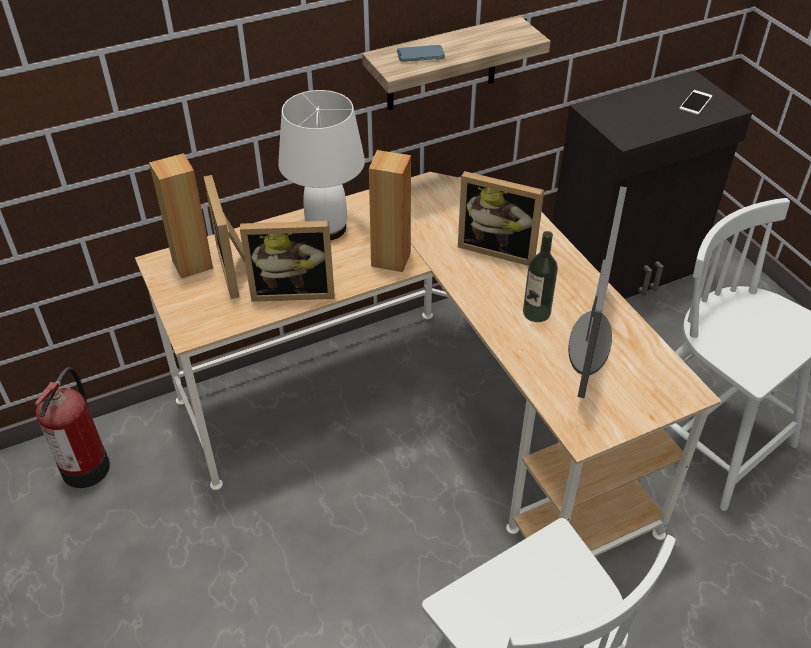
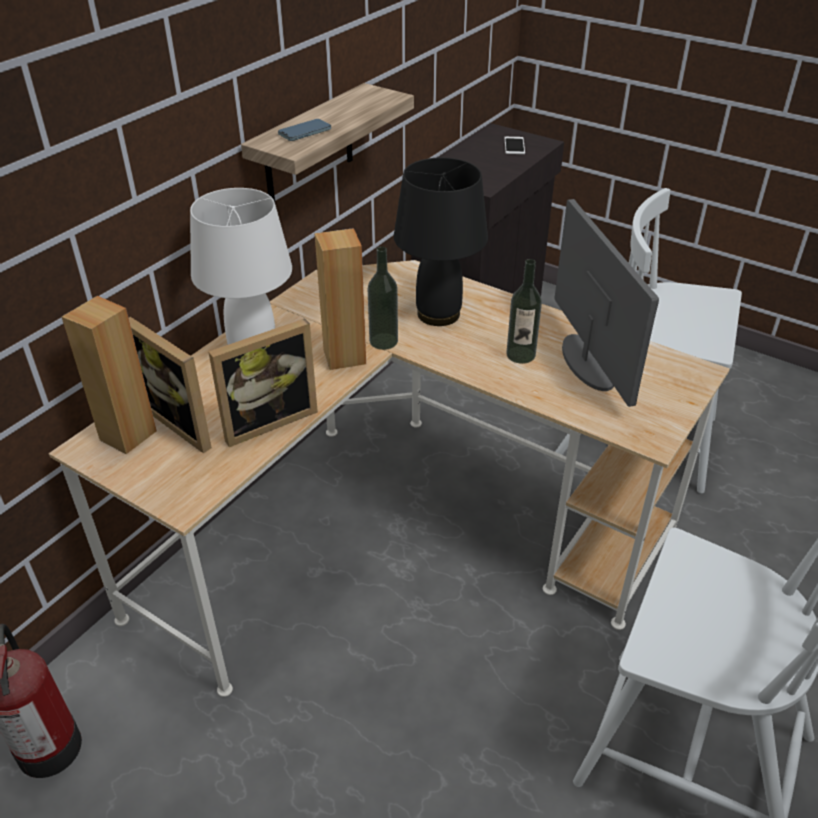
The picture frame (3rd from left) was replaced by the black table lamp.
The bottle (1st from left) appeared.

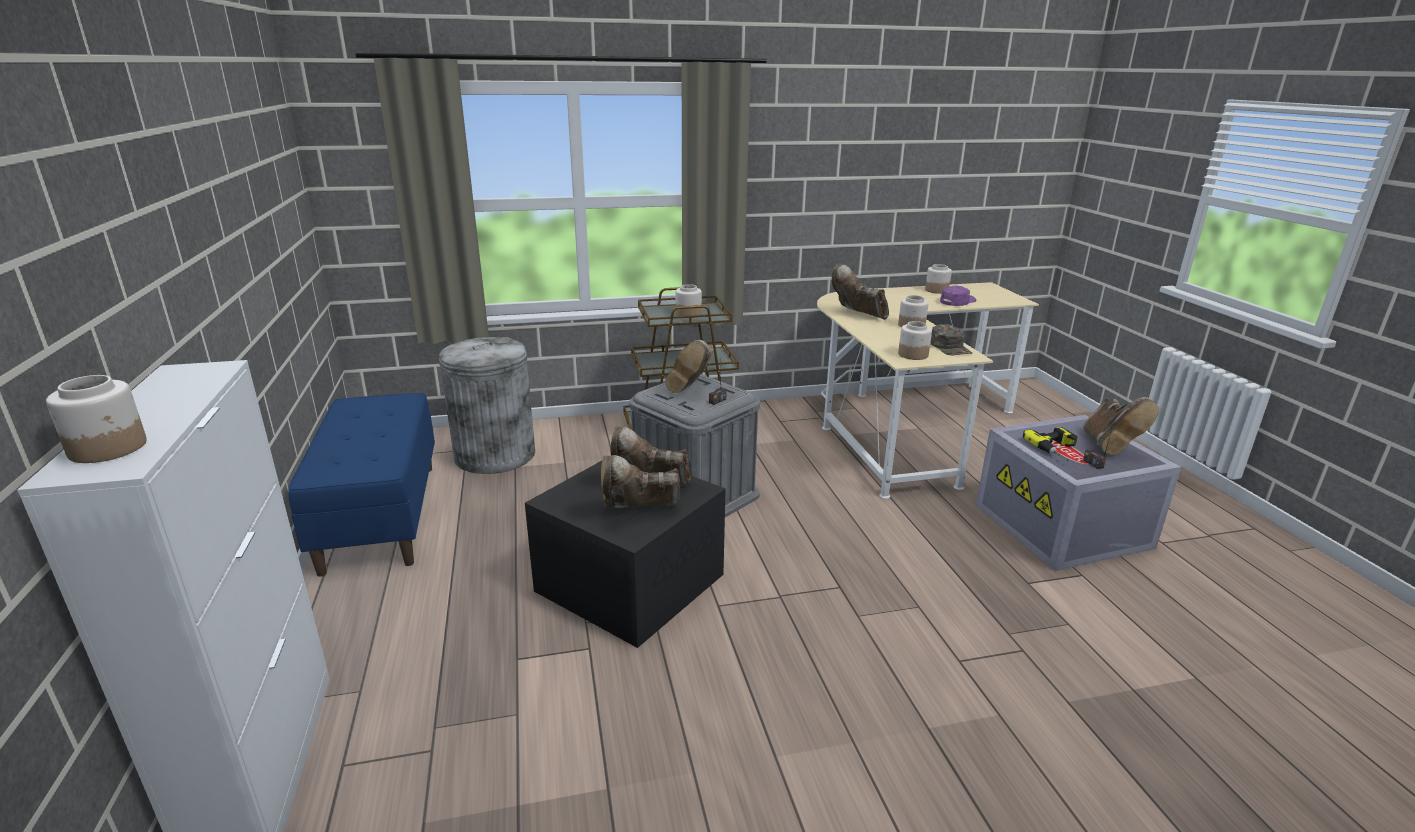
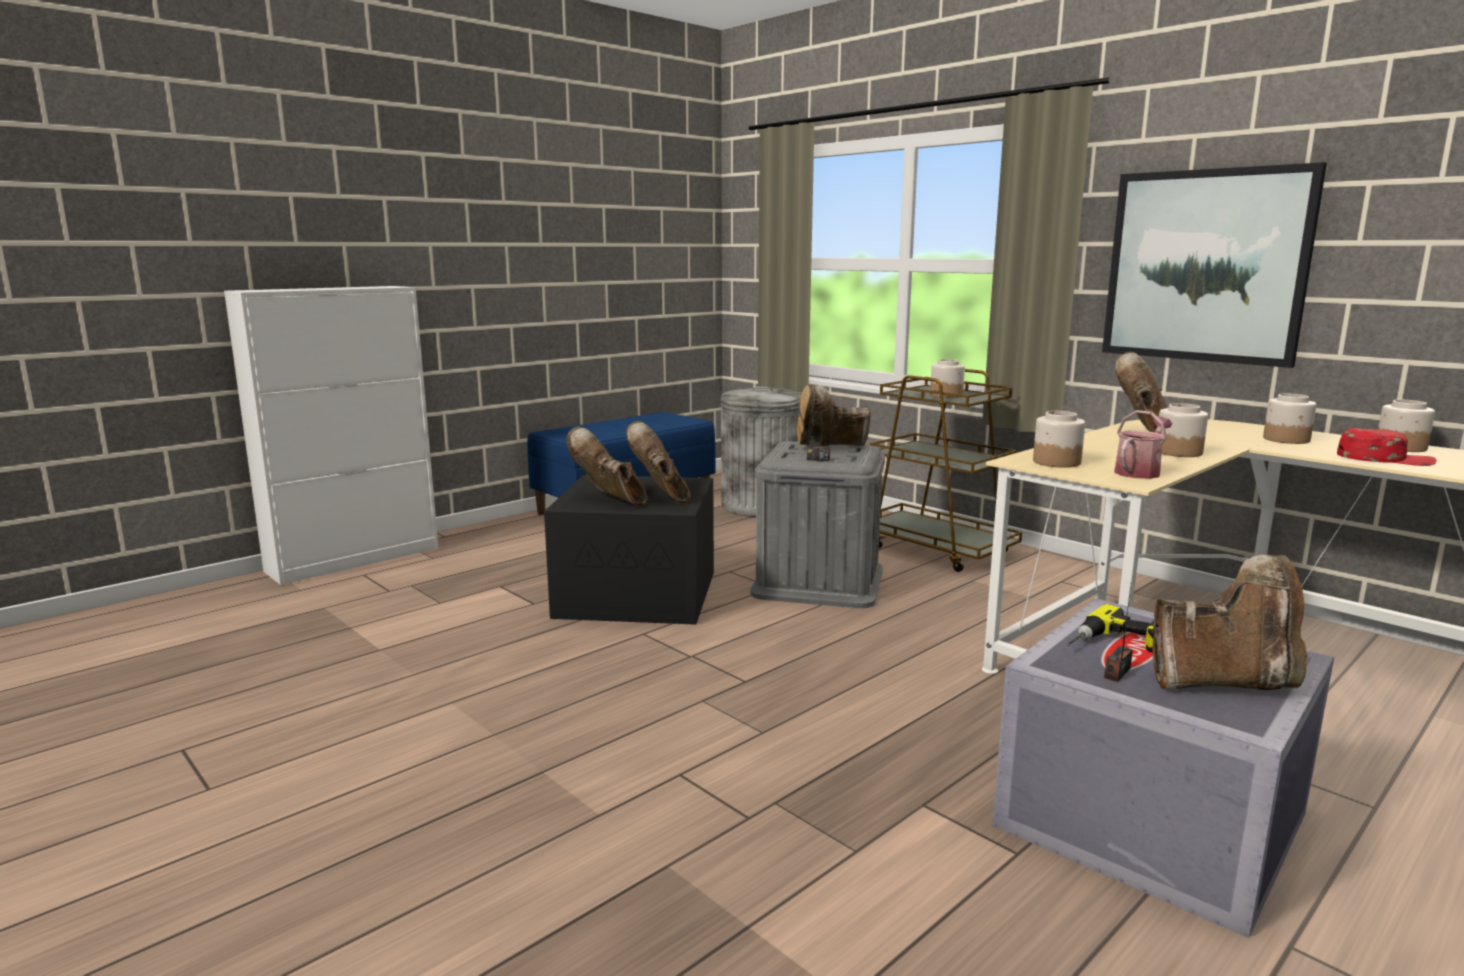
The jar (1st from left in the first image) moved.
The green cap was replaced by the watering can.
The purple cap became the red cap.
The brown boot (5th from left) turned 150 degrees counterclockwise.
The picture appeared.

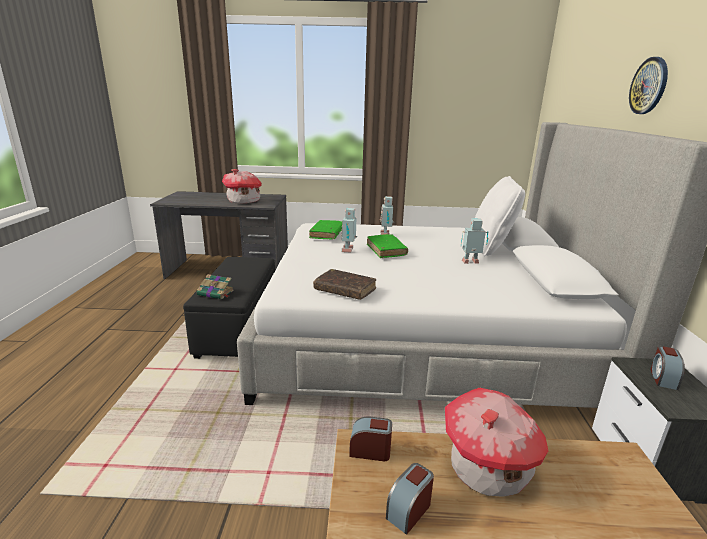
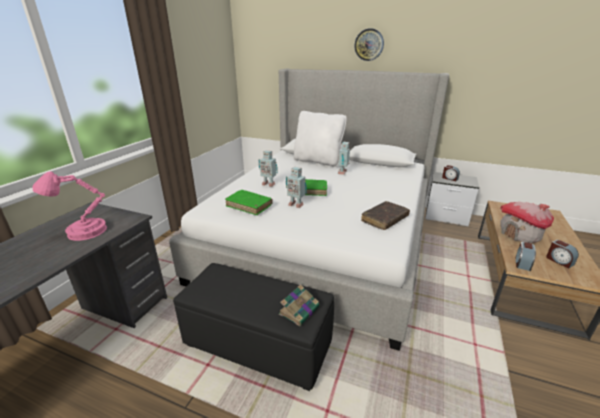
The toy house (1st from left) was replaced by the pink table lamp.

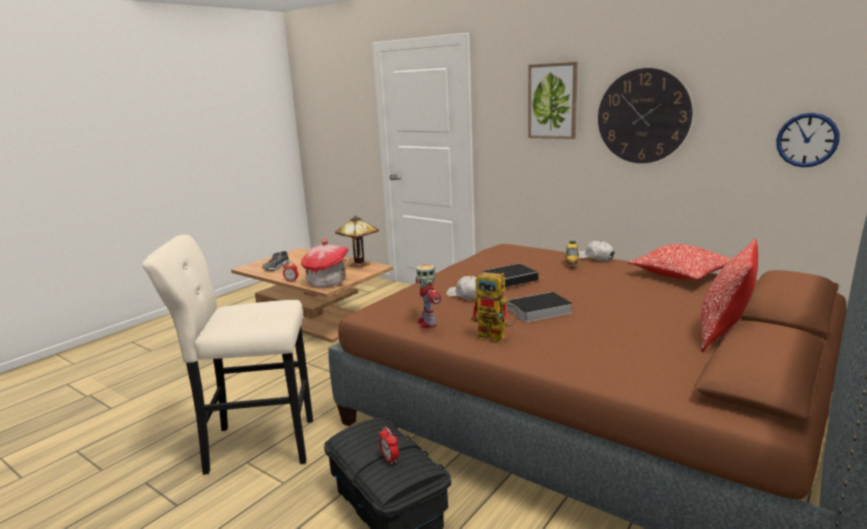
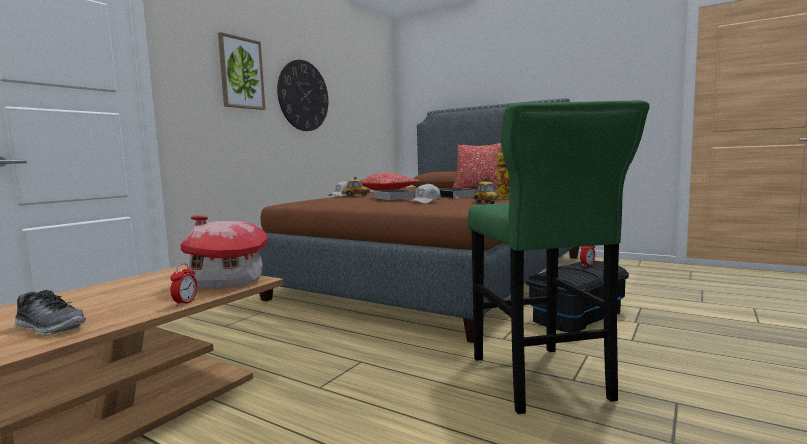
The beige stool became the green stool.
The table lamp disappeared.
The toy robot (1st from left) was replaced by the toy car (2nd from left).
The wall clock (2nd from left) disappeared.

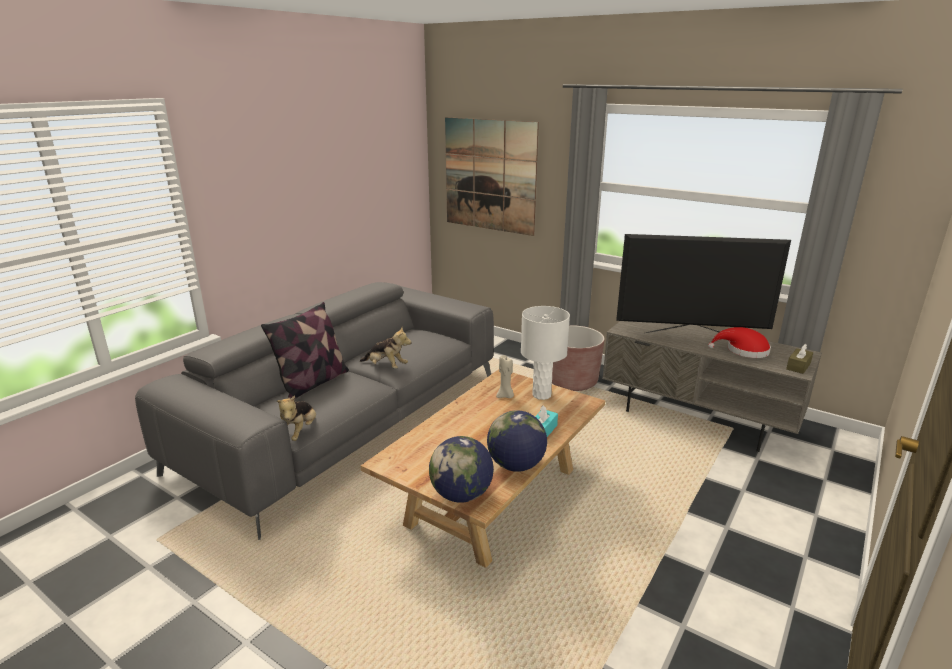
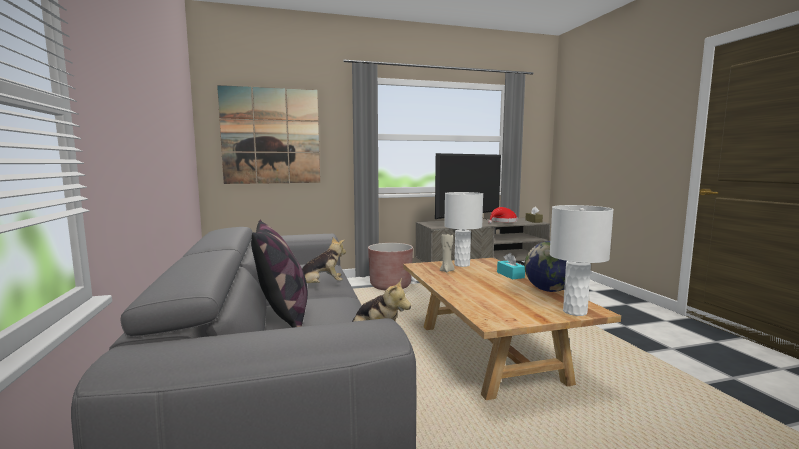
The globe (1st from left) was replaced by the white table lamp (2nd from left).

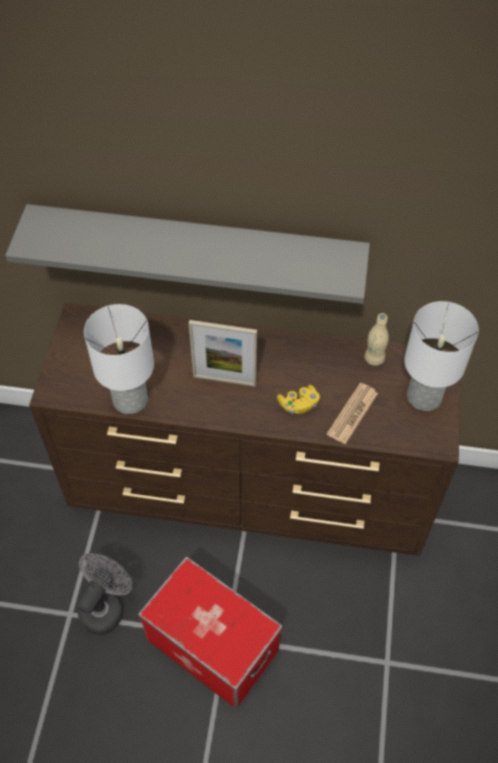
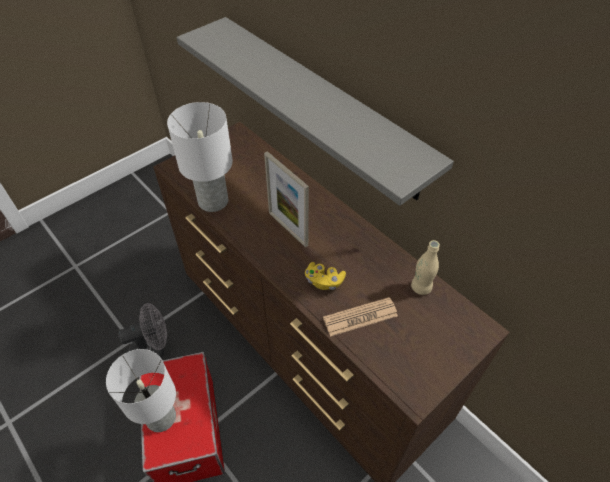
The white table lamp (2nd from left in the first image) moved.

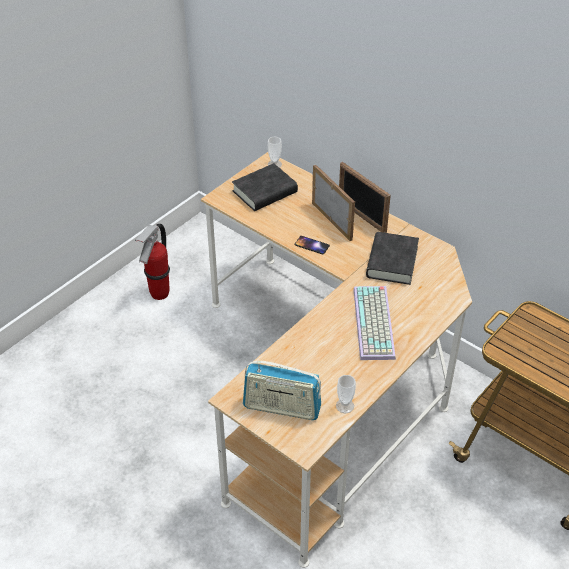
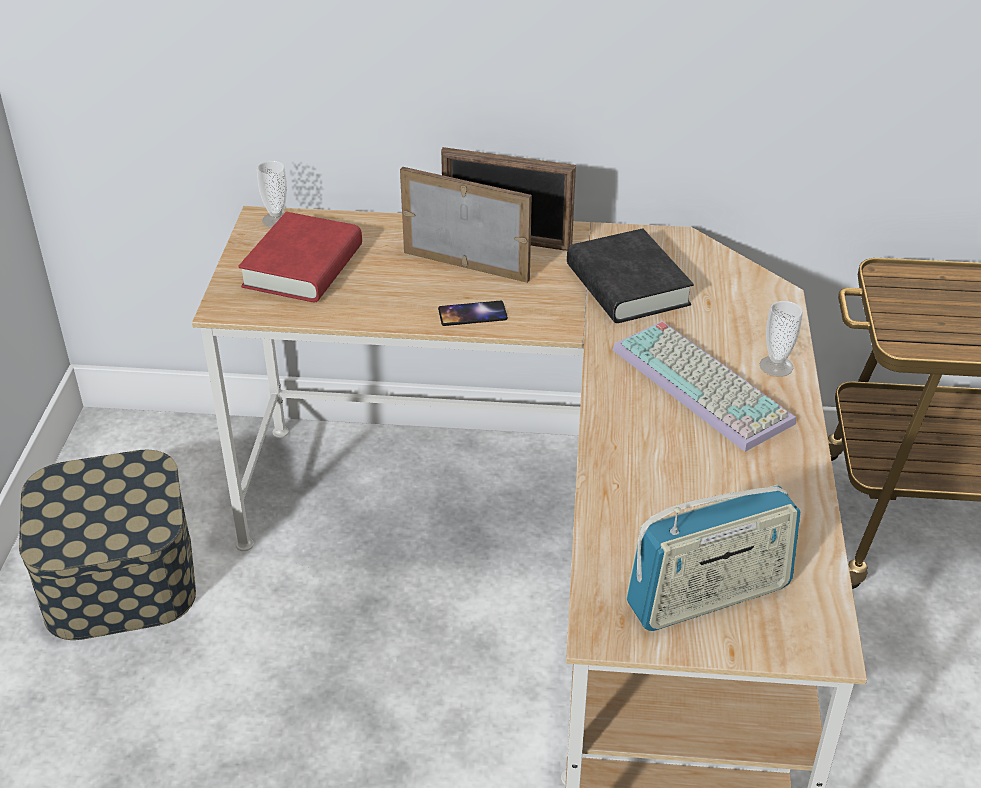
The fire extinguisher was replaced by the storage box.
The black book (1st from left) became the red book.
The cup (2nd from left) moved.

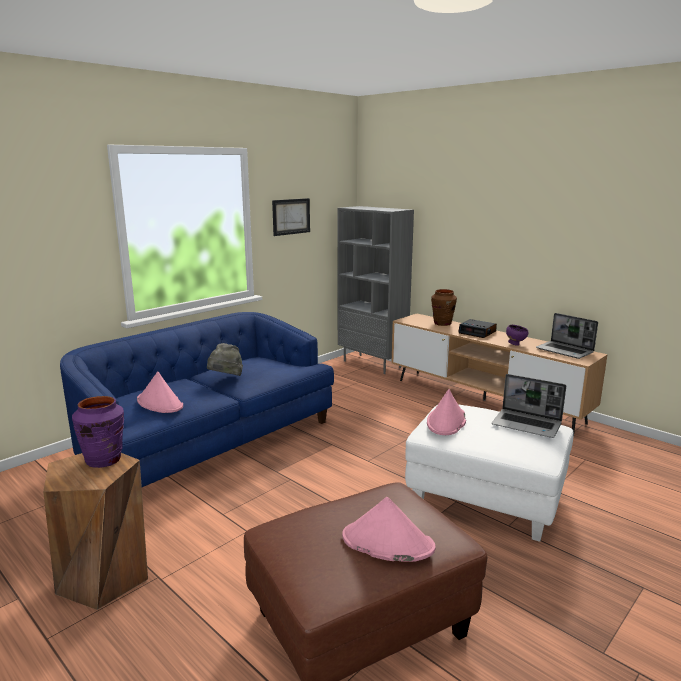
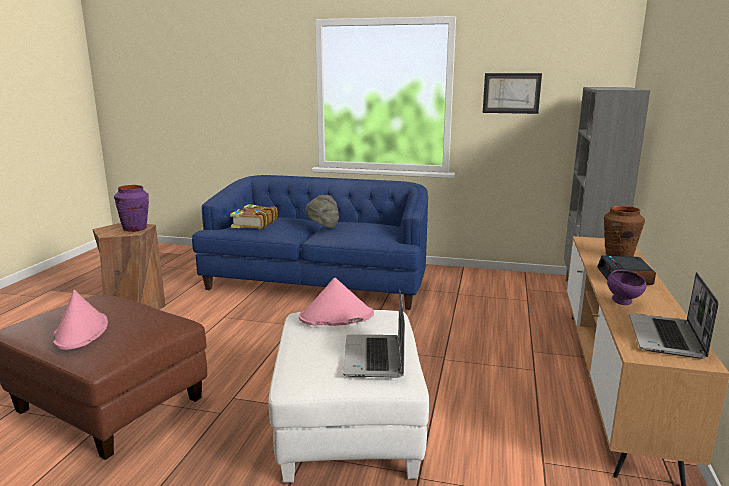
The pink hat (1st from left) was replaced by the book.

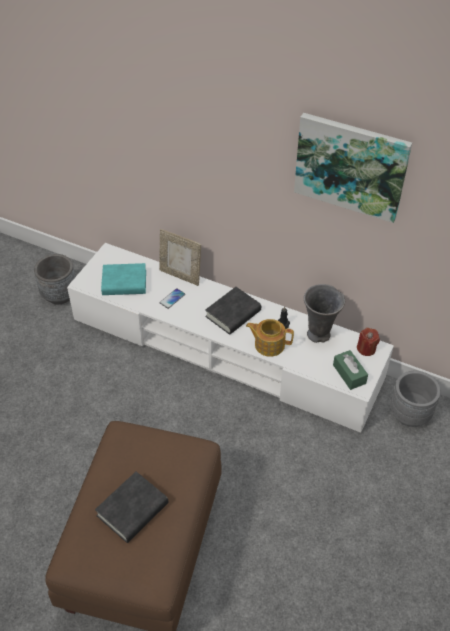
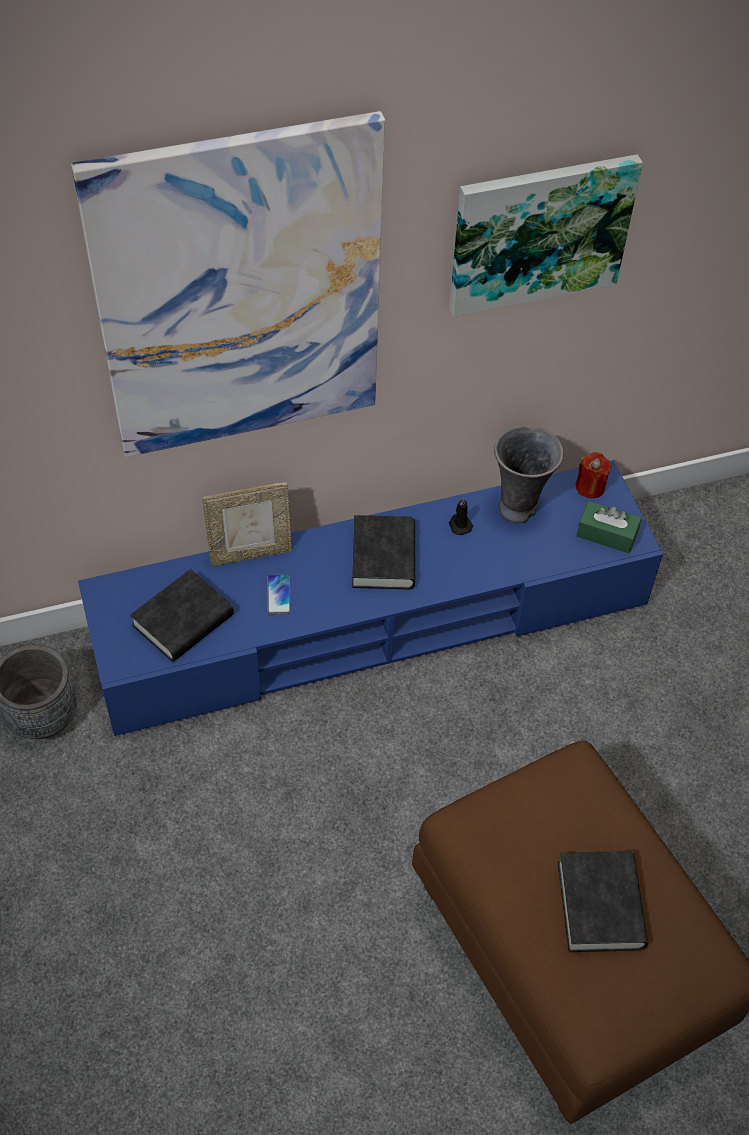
The white tv stand became the blue tv stand.
The turquoise book became the black book (1st from left).
The teapot disappeared.
The grey planter (2nd from left) disappeared.
The picture (1st from left) appeared.

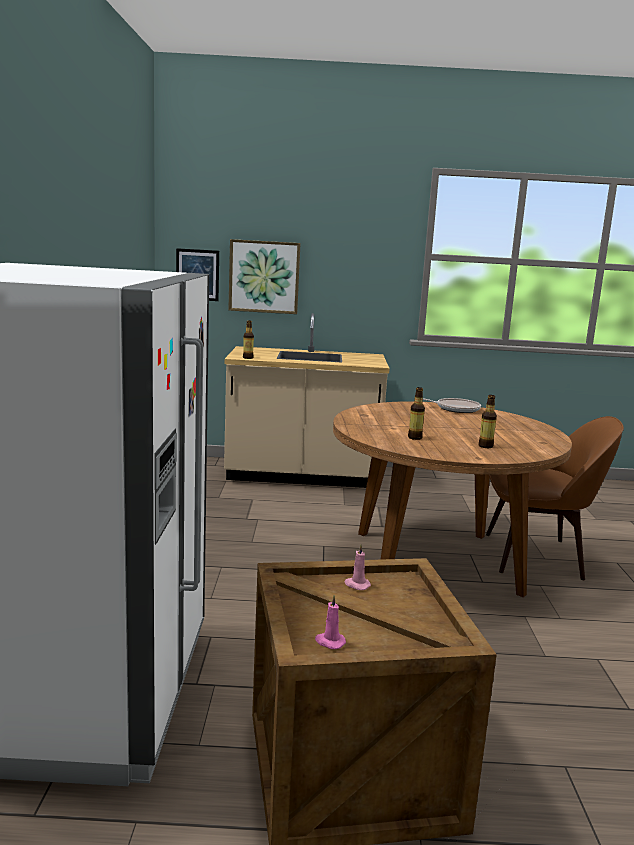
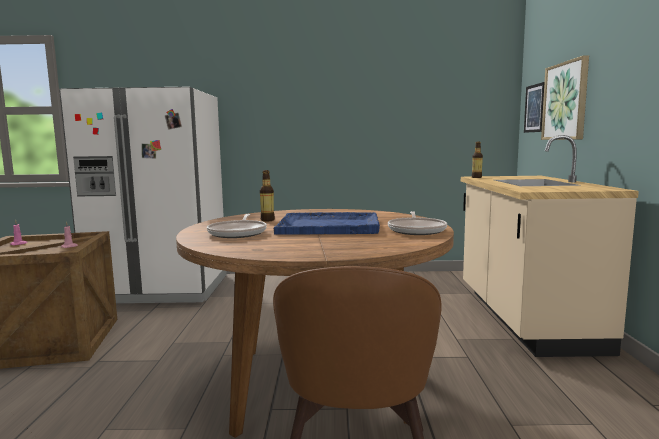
The bottle (3rd from left) was replaced by the frying pan (1st from left).
The blue tray appeared.

